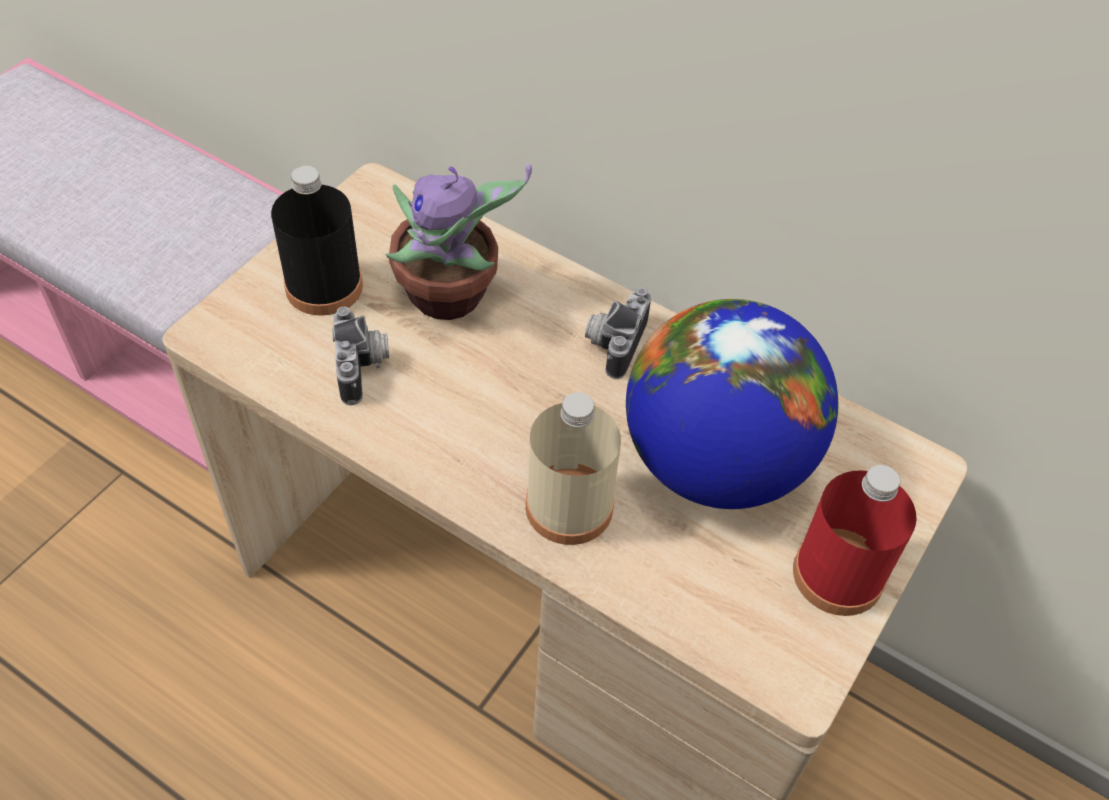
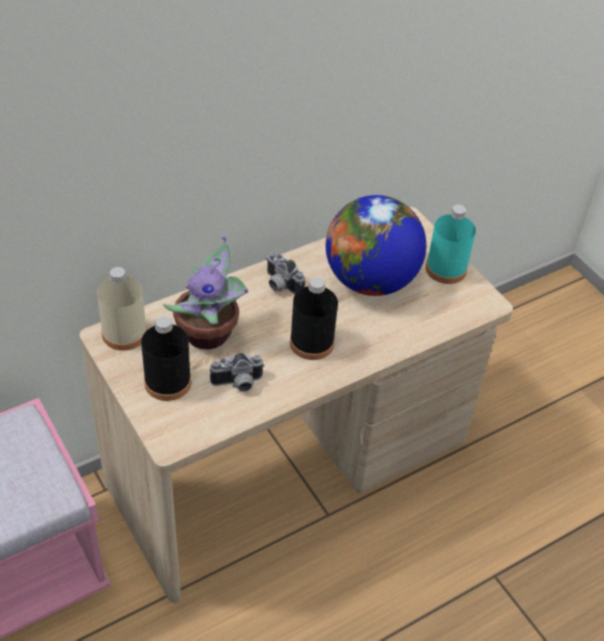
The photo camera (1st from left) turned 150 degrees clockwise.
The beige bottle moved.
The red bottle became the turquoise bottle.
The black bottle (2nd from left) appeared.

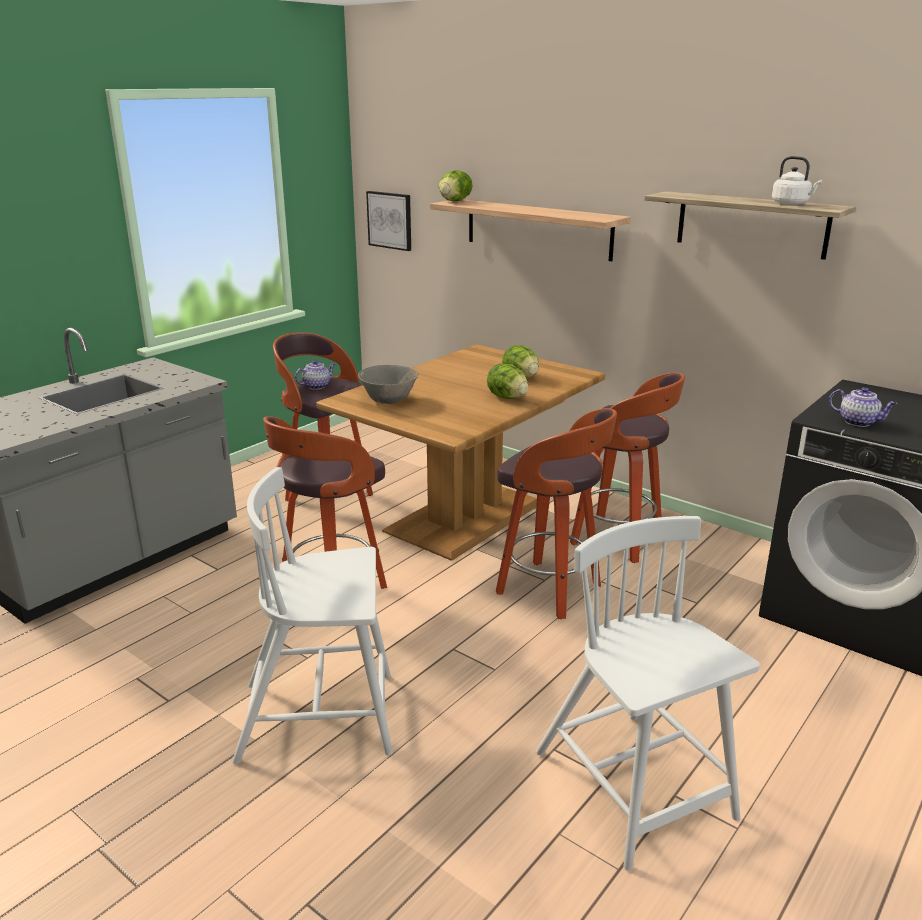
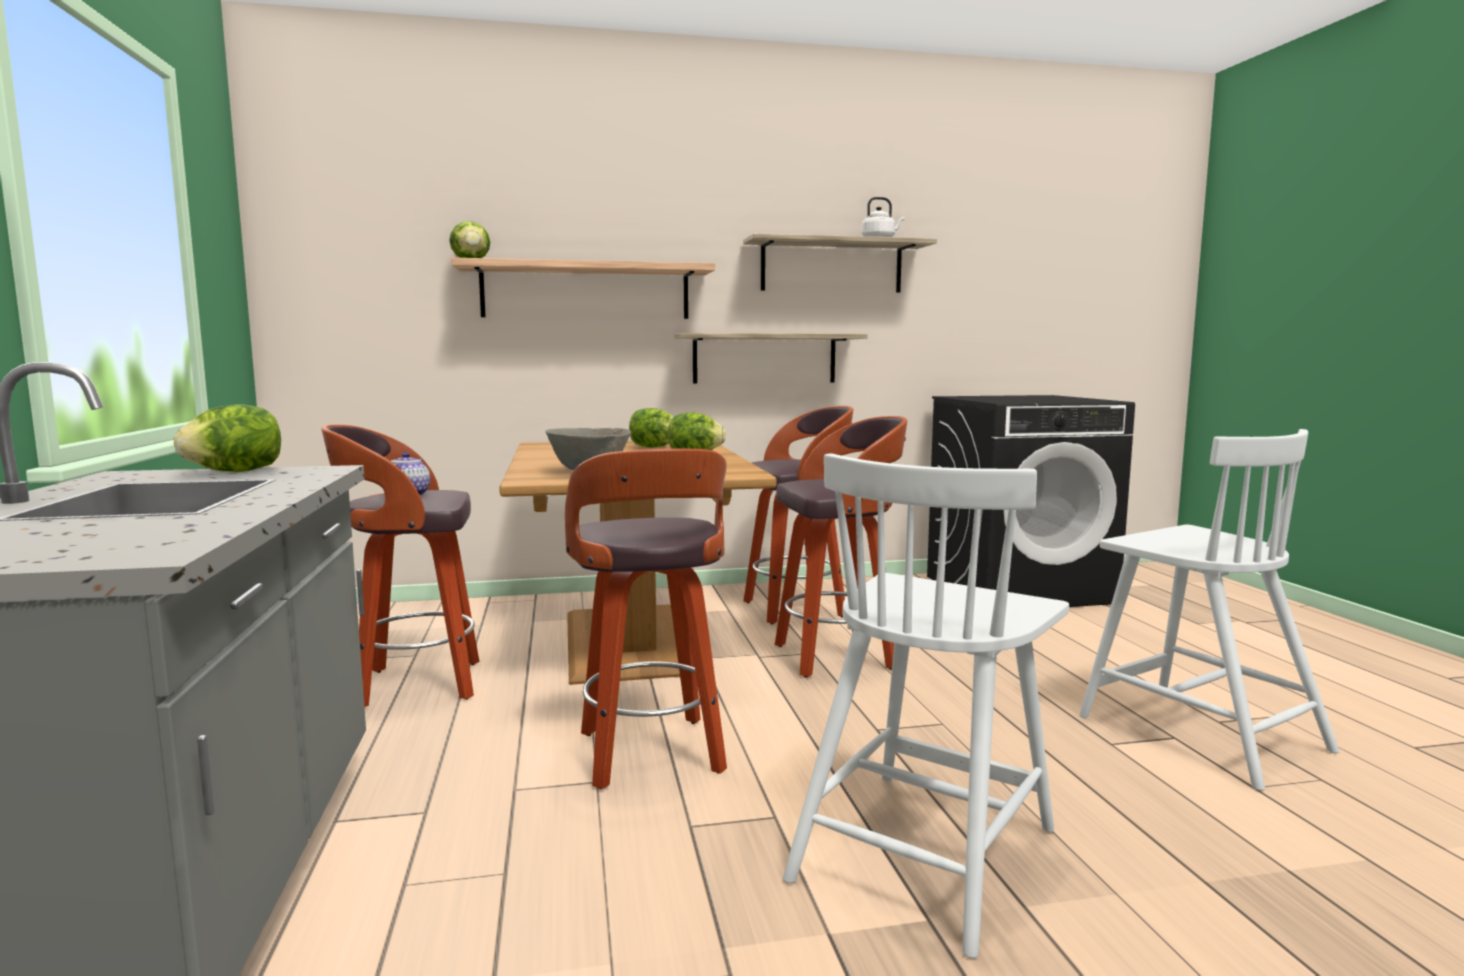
The picture disappeared.
The white chair (2nd from left) turned 135 degrees counterclockwise.
The teapot (2nd from left) disappeared.
The lettuce (1st from left) appeared.
The shelf (2nd from left) appeared.

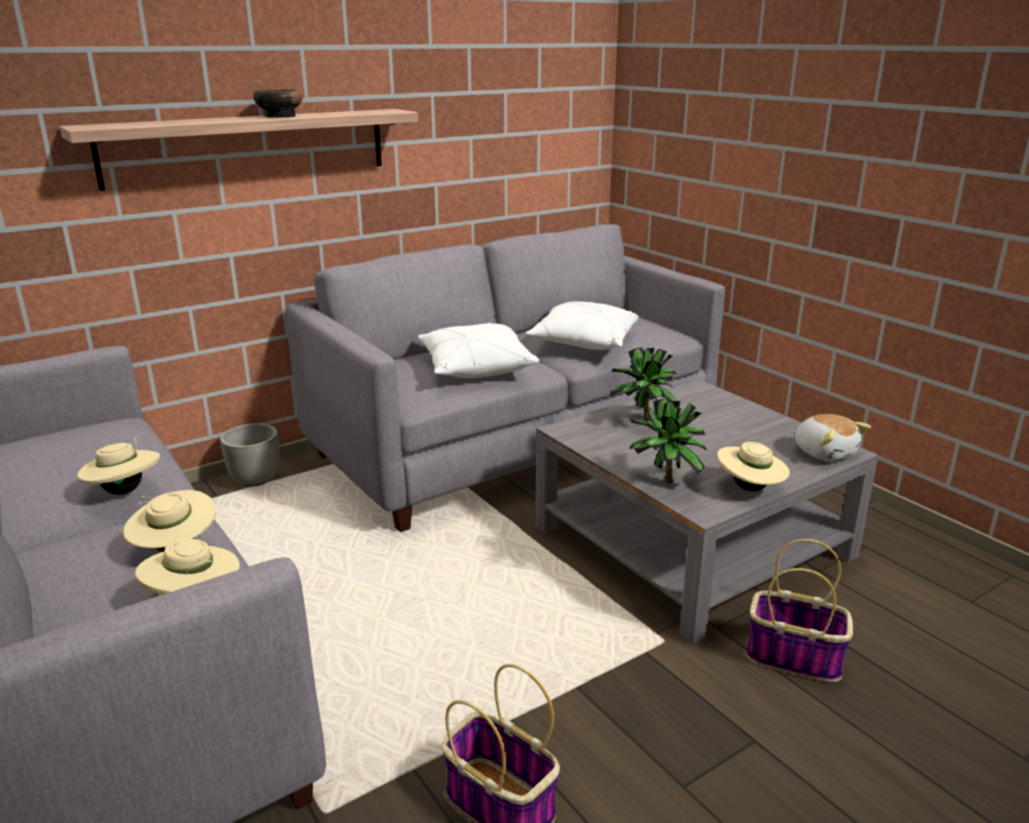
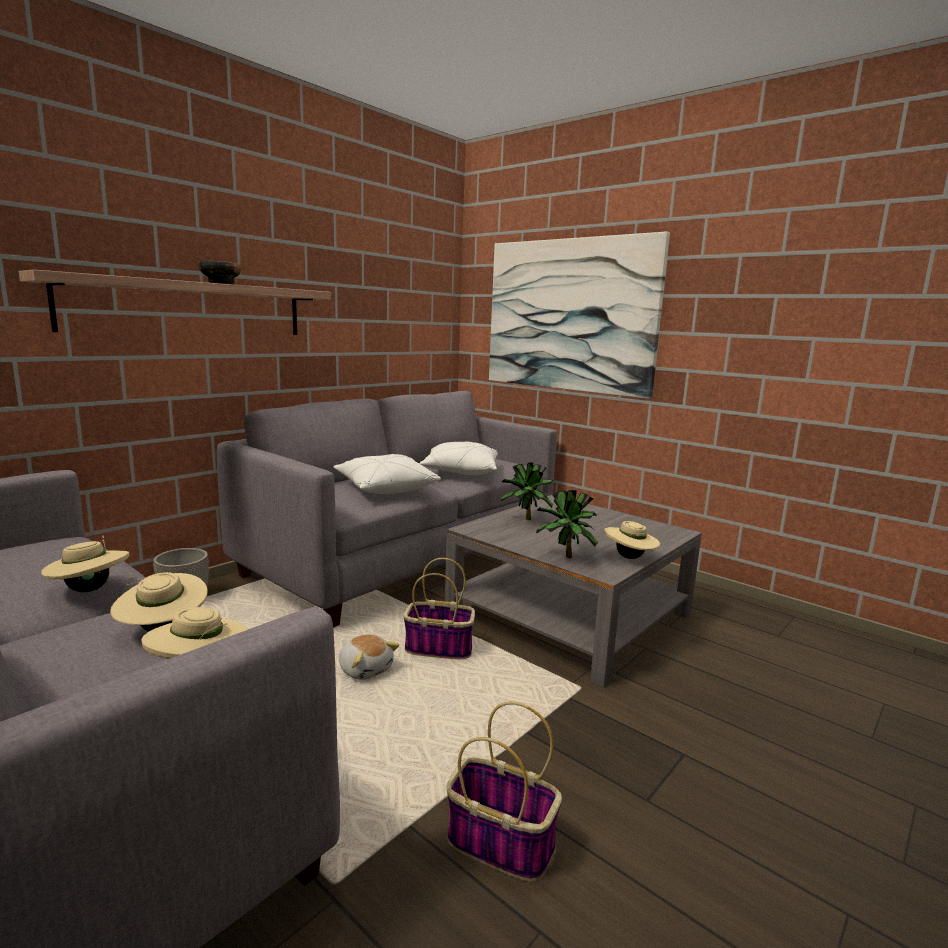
The basket (2nd from left in the first image) moved.
The plush toy moved.
The picture appeared.

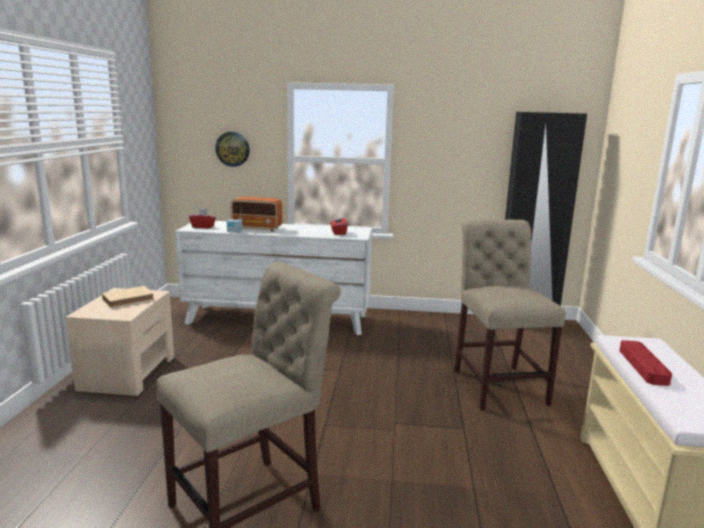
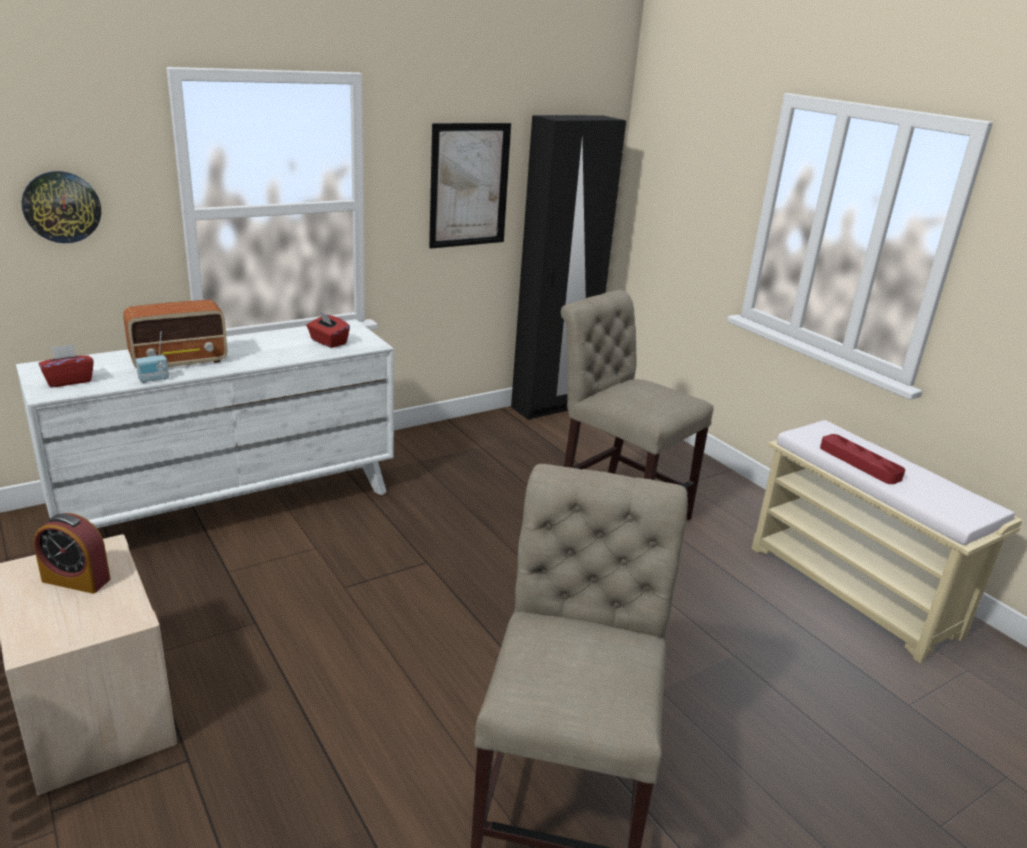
The beige book was replaced by the alarm clock.
The picture appeared.

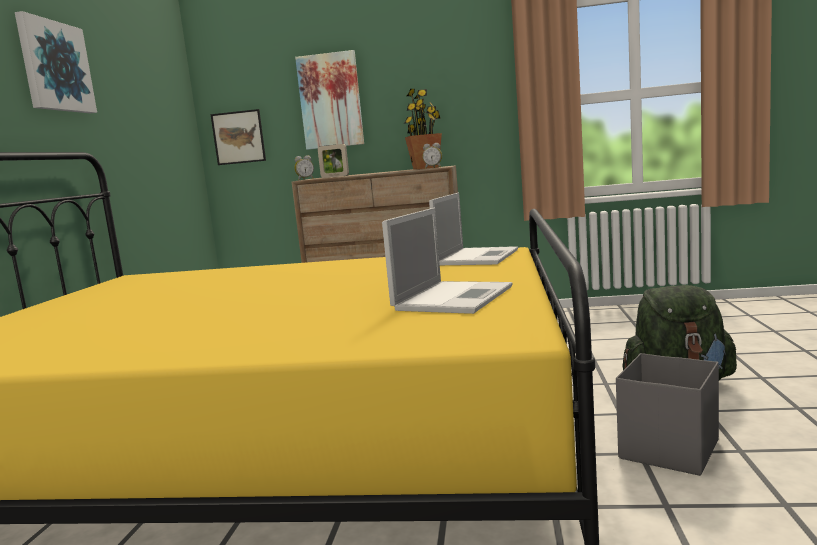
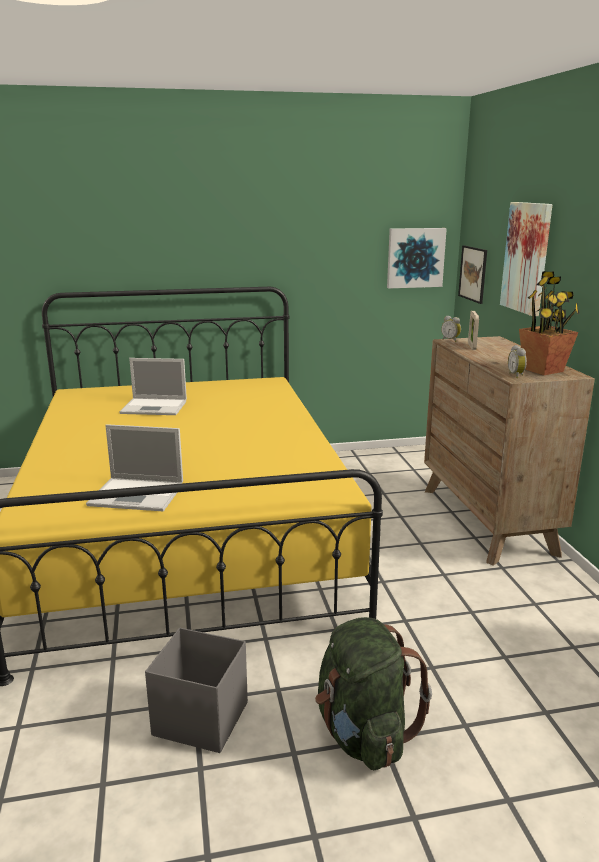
The picture (1st from left) moved.
The laptop (2nd from left) moved.

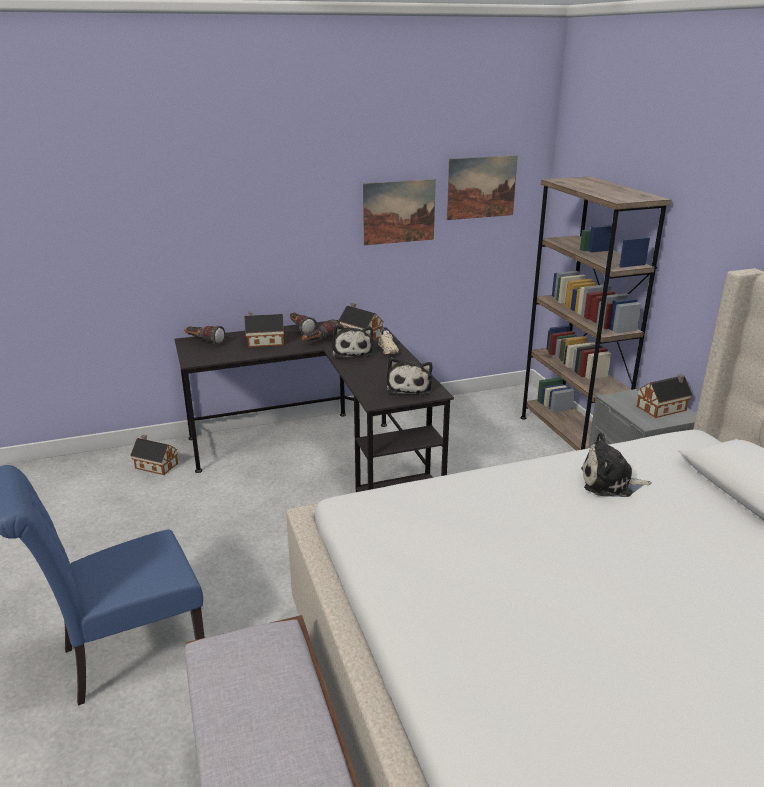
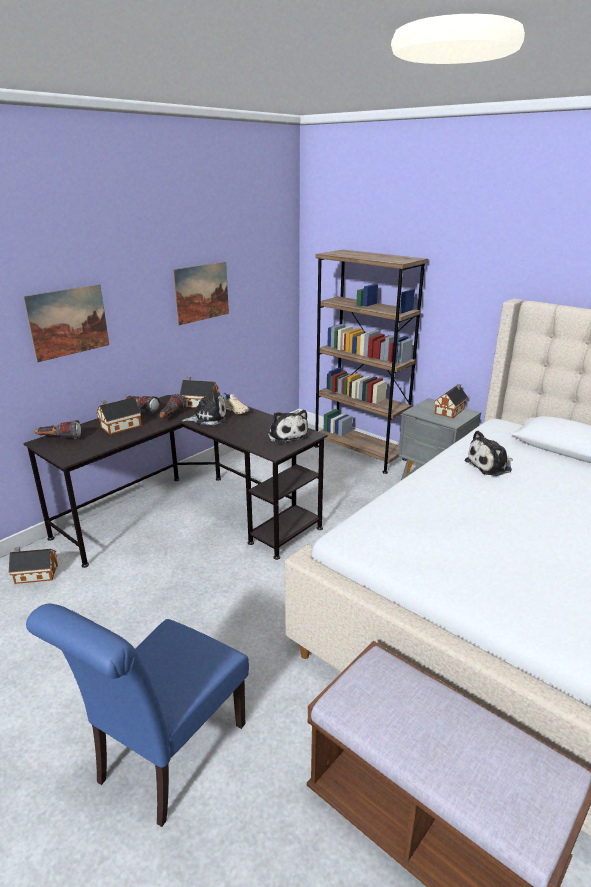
The plush toy (1st from left) turned 60 degrees counterclockwise.
The picture (2nd from left in the first image) moved.

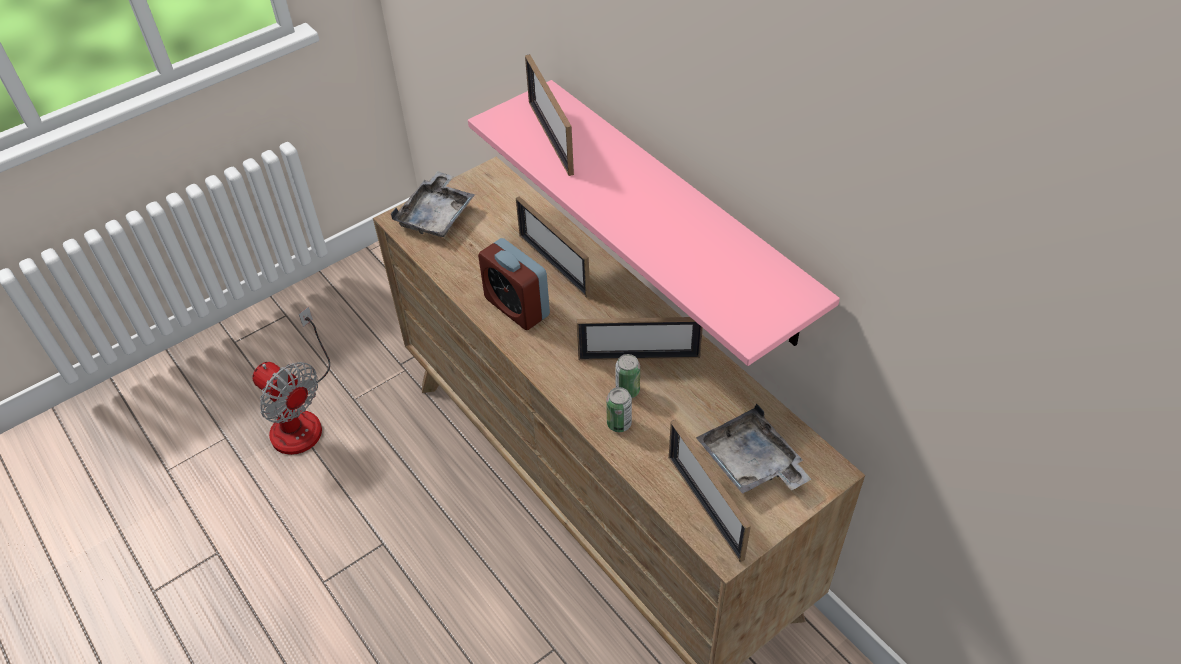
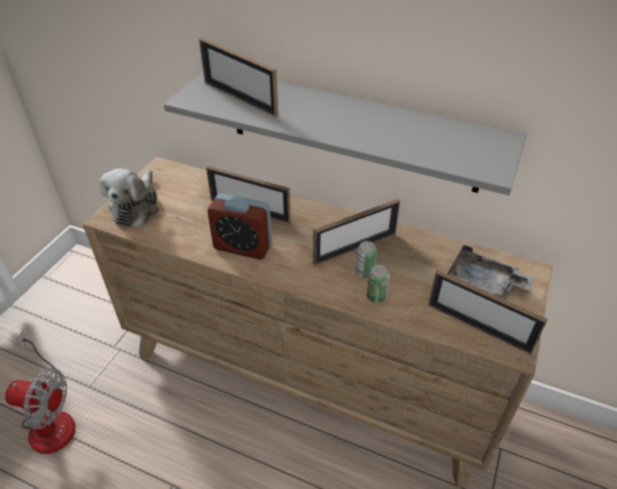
The grey tray (1st from left) was replaced by the plush toy.
The pink shelf became the grey shelf.

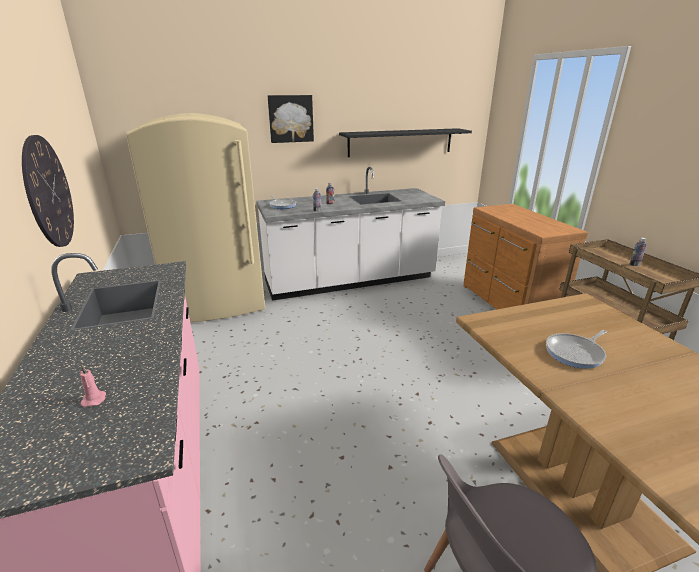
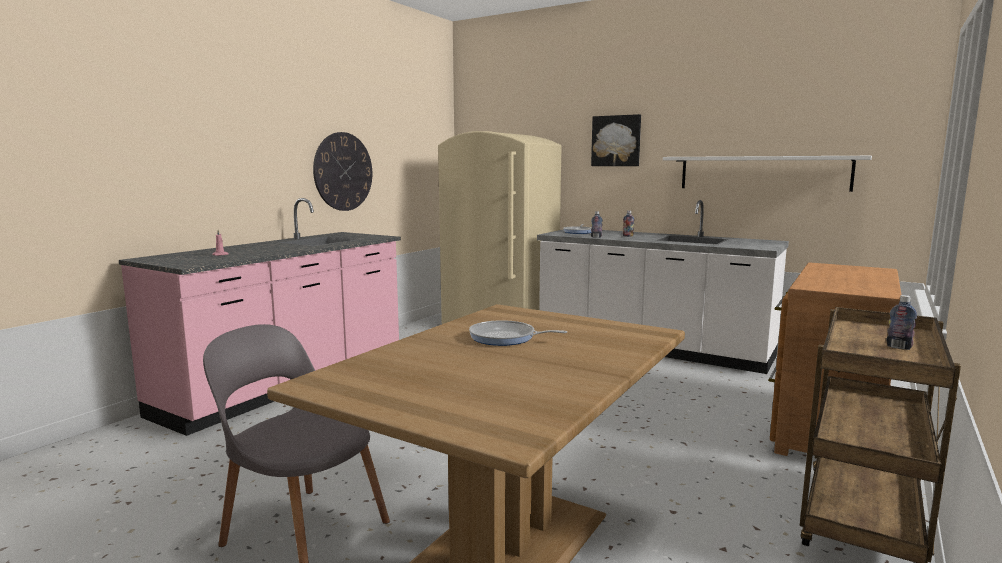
The black shelf became the white shelf.

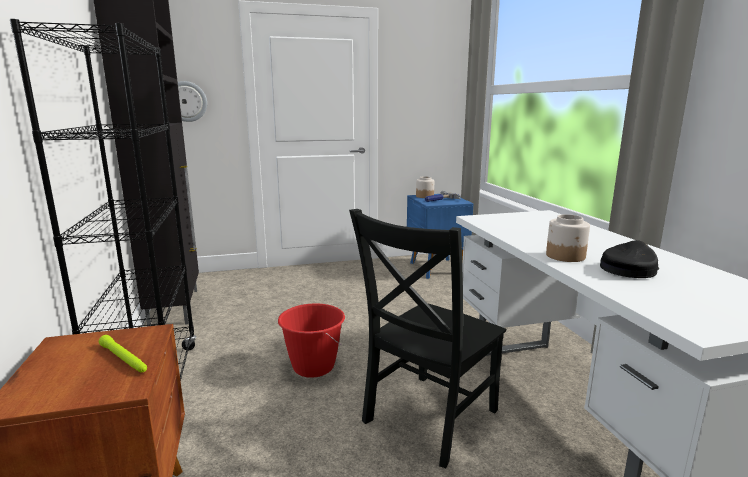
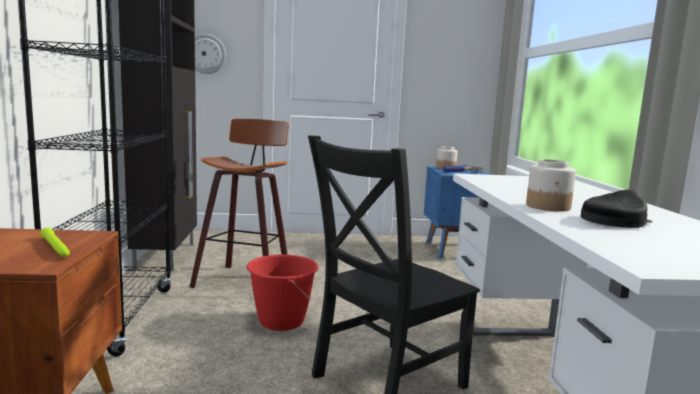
The stool appeared.

